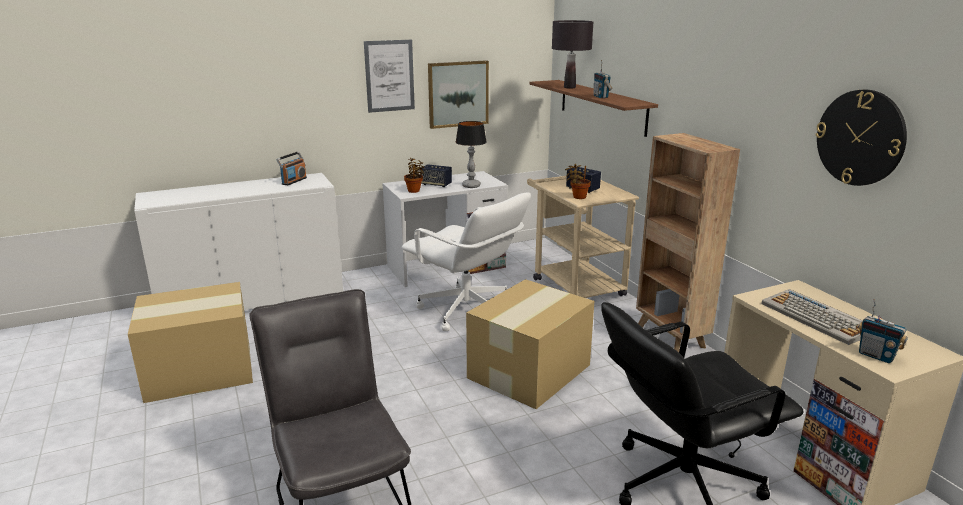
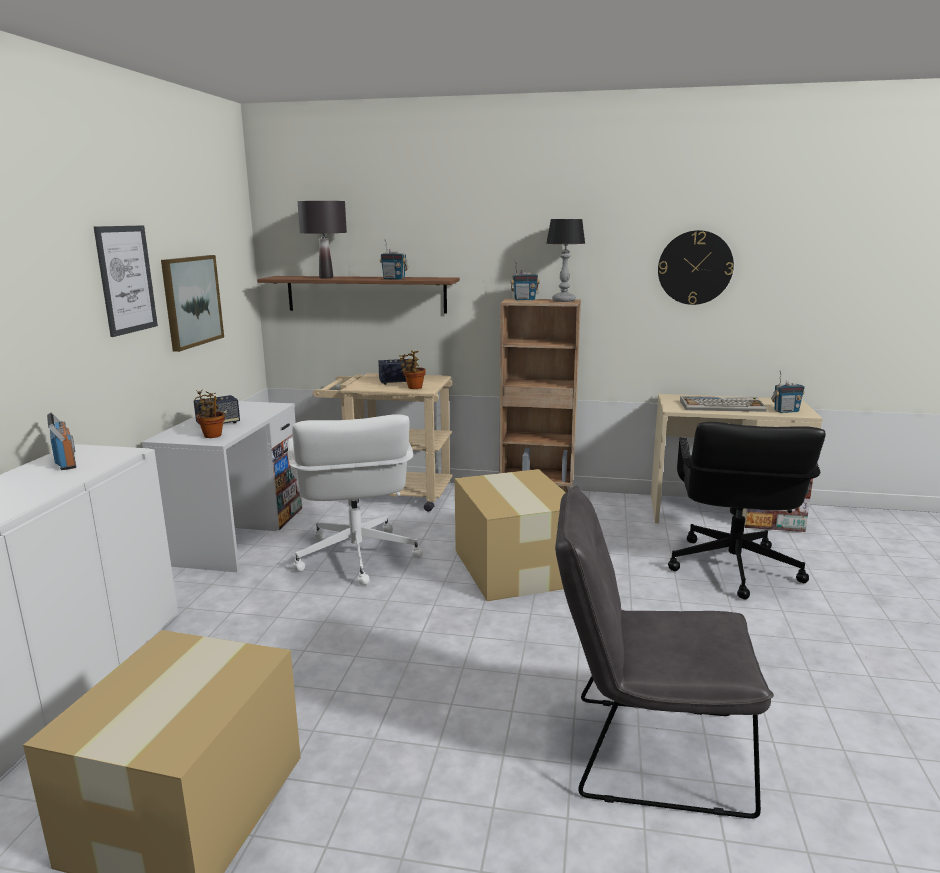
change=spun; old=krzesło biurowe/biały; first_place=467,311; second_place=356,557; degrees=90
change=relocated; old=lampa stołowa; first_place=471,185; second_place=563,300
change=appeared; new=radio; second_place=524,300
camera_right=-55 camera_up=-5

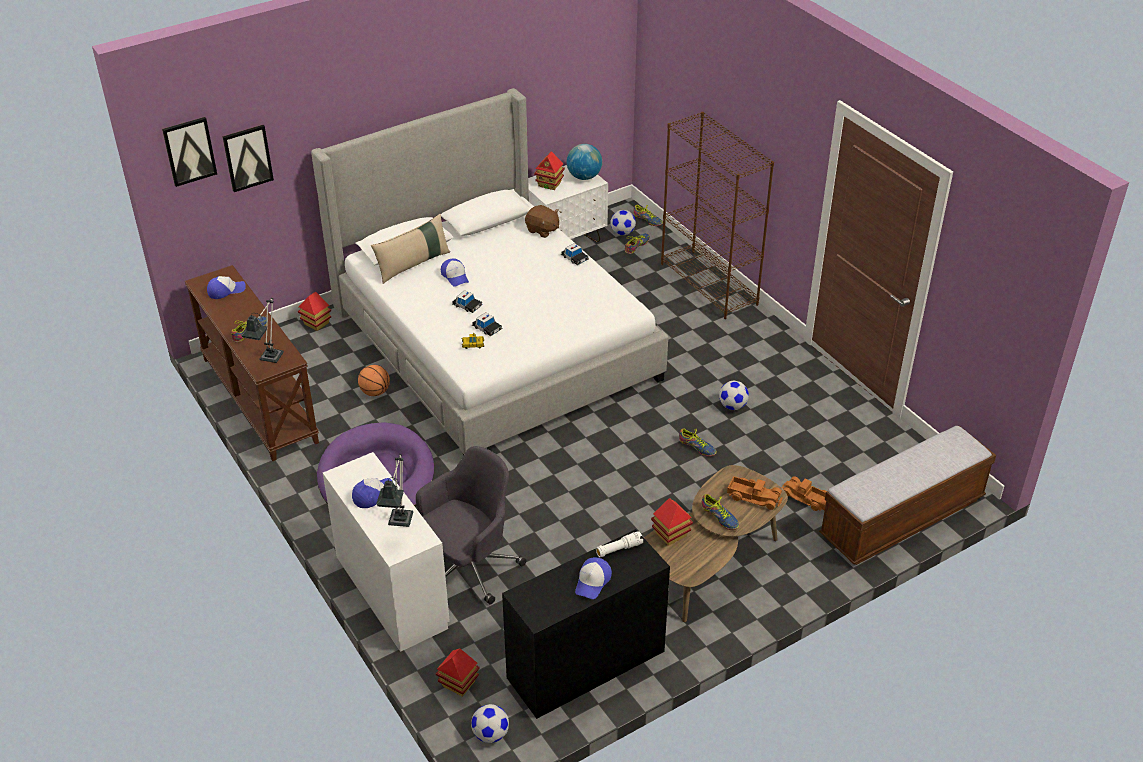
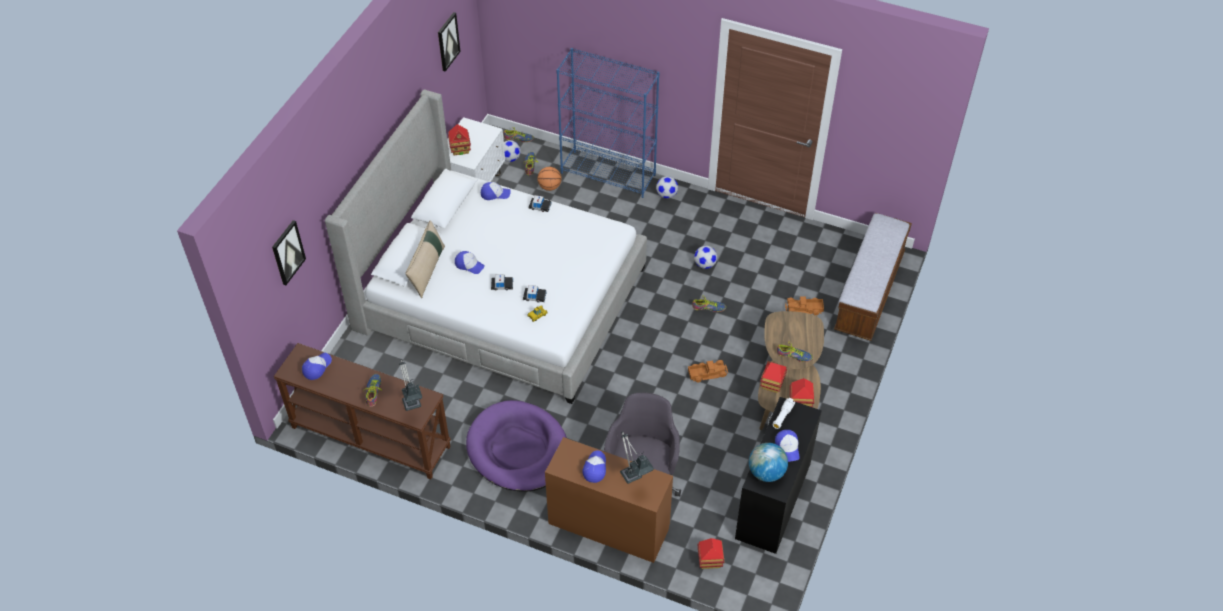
change=relocated; old=obraz; first_place=189,151; second_place=448,41
change=relocated; old=domek; first_place=316,323; second_place=800,403
change=colour; old=biurko/biały; new=biurko/brązowy; first_place=391,591; second_place=608,526
change=relocated; old=piłka do koszykówki; first_place=375,392; second_place=549,187
change=relocated; old=piłka futbolowa; first_place=490,734; second_place=666,195
change=exchanged; old=pluszak/brązowy; new=czapka z daszkiem; first_place=542,230; second_place=495,193
change=relocated; old=globus; first_place=584,177; second_place=766,472
change=colour; old=regał/brązowy; new=regał/niebieski; first_place=709,284; second_place=608,174
change=relocated; old=ciężarówka zabawkowa; first_place=754,497; second_place=707,373
camera_right=-35 camera_up=10

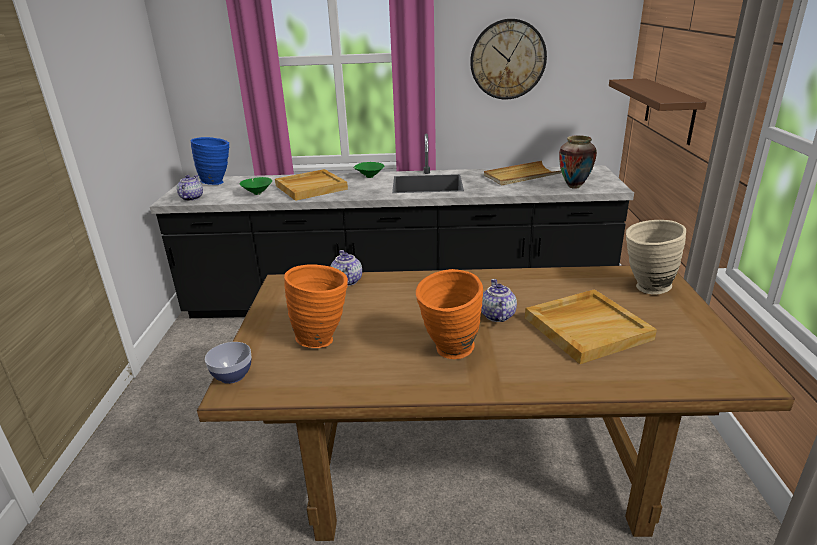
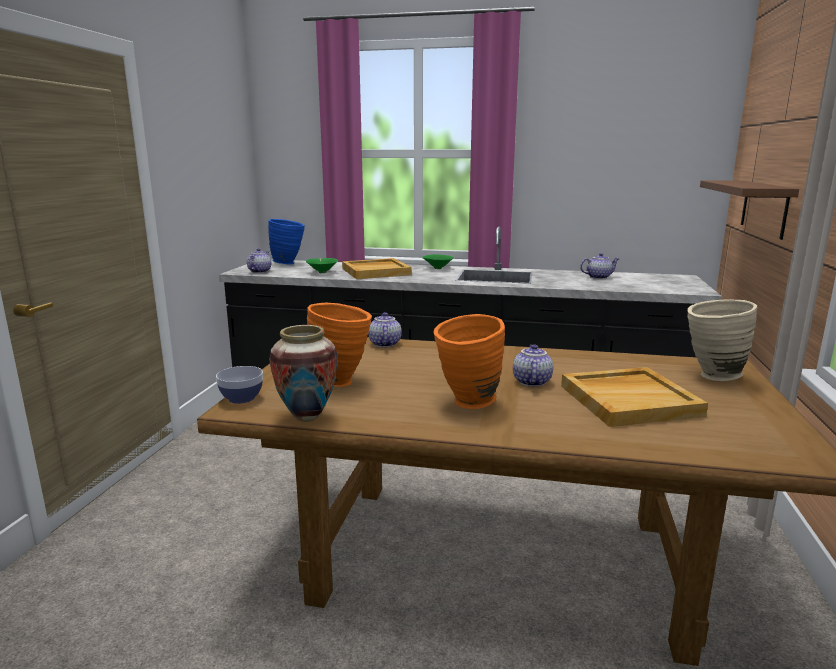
change=missing; old=zegar ścienny; first_place=508,59
change=exchanged; old=taca/beżowy; new=imbryk; first_place=521,176; second_place=598,277
change=relocated; old=wazon; first_place=574,186; second_place=306,417
camera_right=10 camera_up=-10

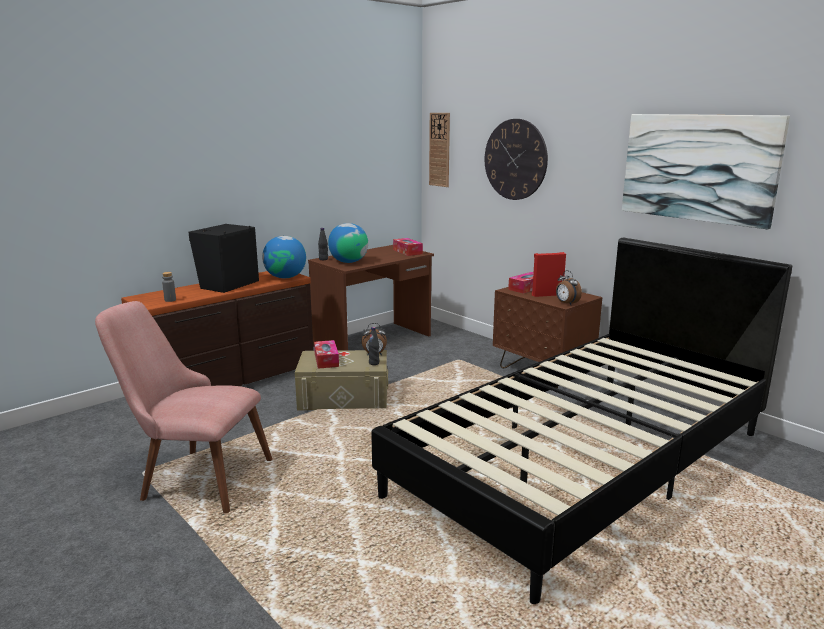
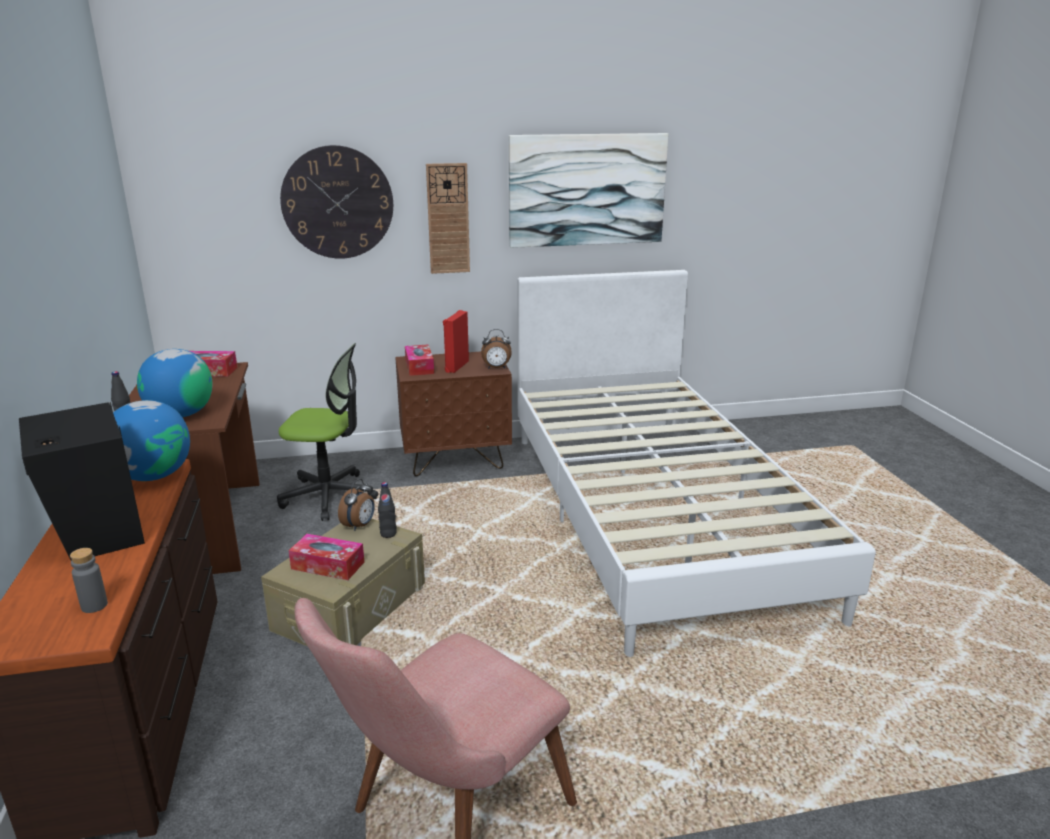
change=colour; old=łóżko/czarny; new=łóżko/biały; first_place=584,462; second_place=653,514
change=relocated; old=zegar ścienny; first_place=440,149; second_place=448,219
change=appeared; new=krzesło biurowe; second_place=329,496
camera_right=-60 camera_up=5

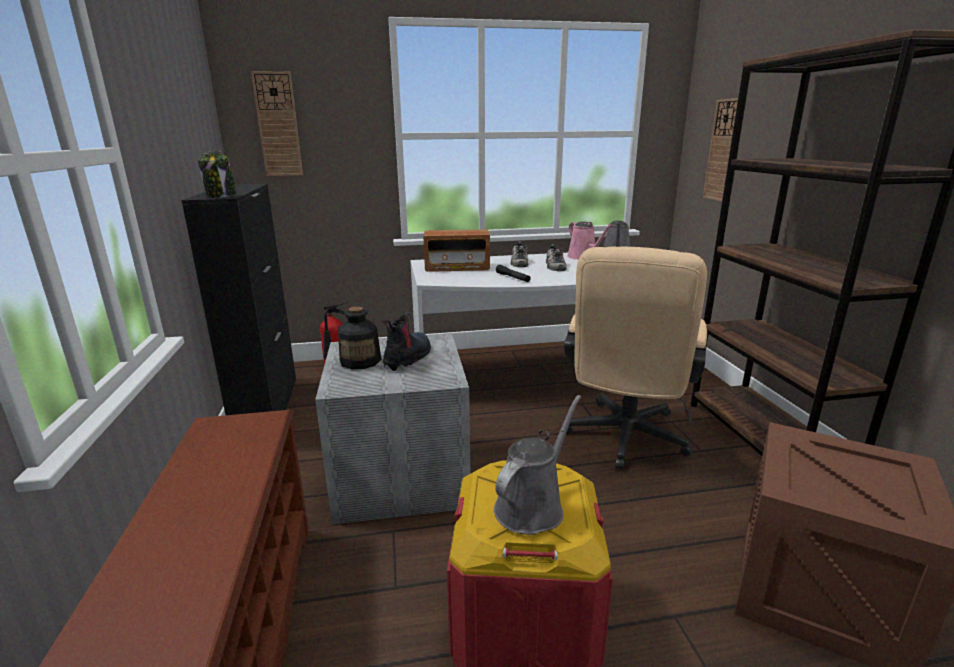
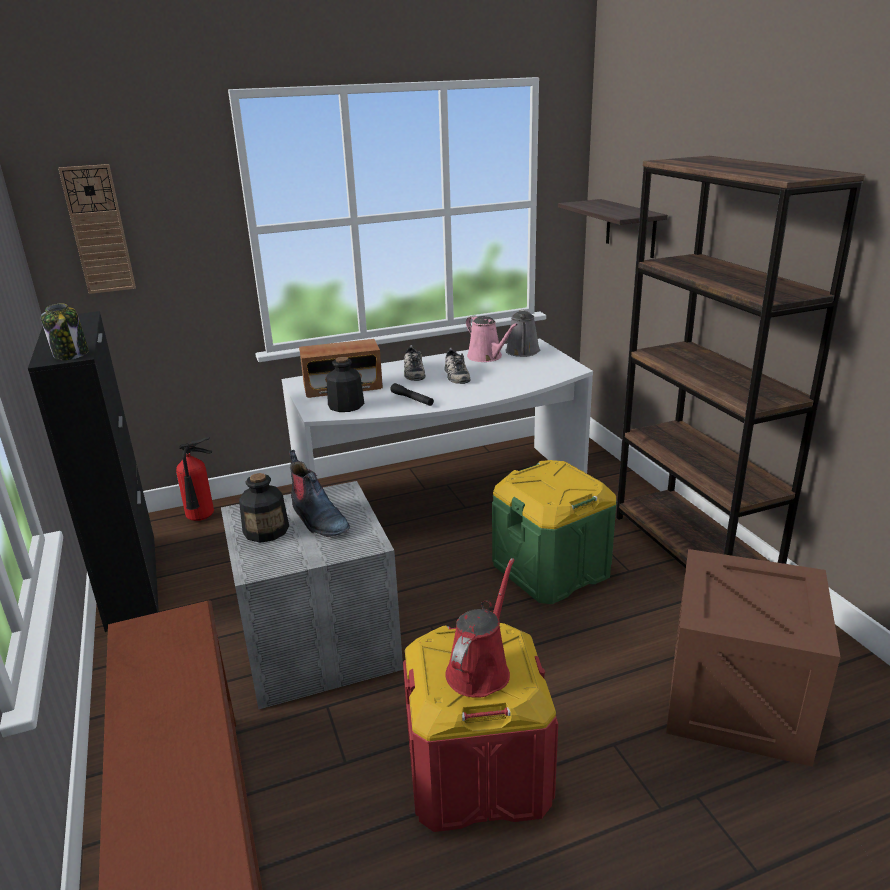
change=spun; old=but z cholewką; first_place=408,357; second_place=318,519; degrees=135
change=colour; old=konewka/szary; new=konewka/czerwony; first_place=532,506; second_place=480,669
change=exchanged; old=krzesło biurowe/beżowy; new=pojemnik do przechowywania/zielony; first_place=624,440; second_place=551,569
change=exchanged; old=zegar ścienny; new=półka; first_place=722,150; second_place=630,228
change=appeared; new=butelka; second_place=345,405
camera_right=-10 camera_up=5

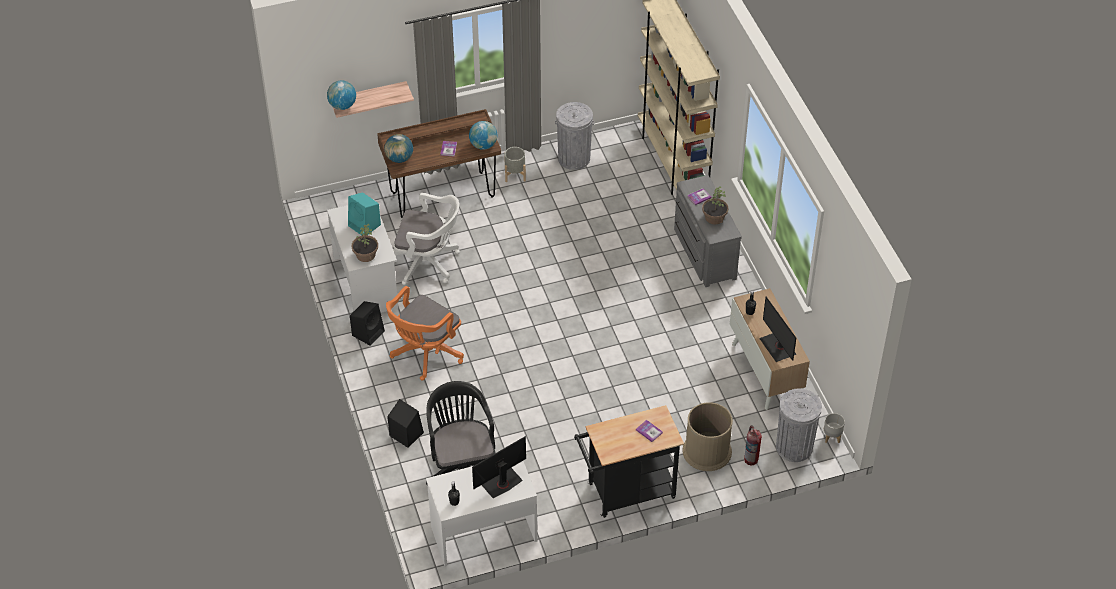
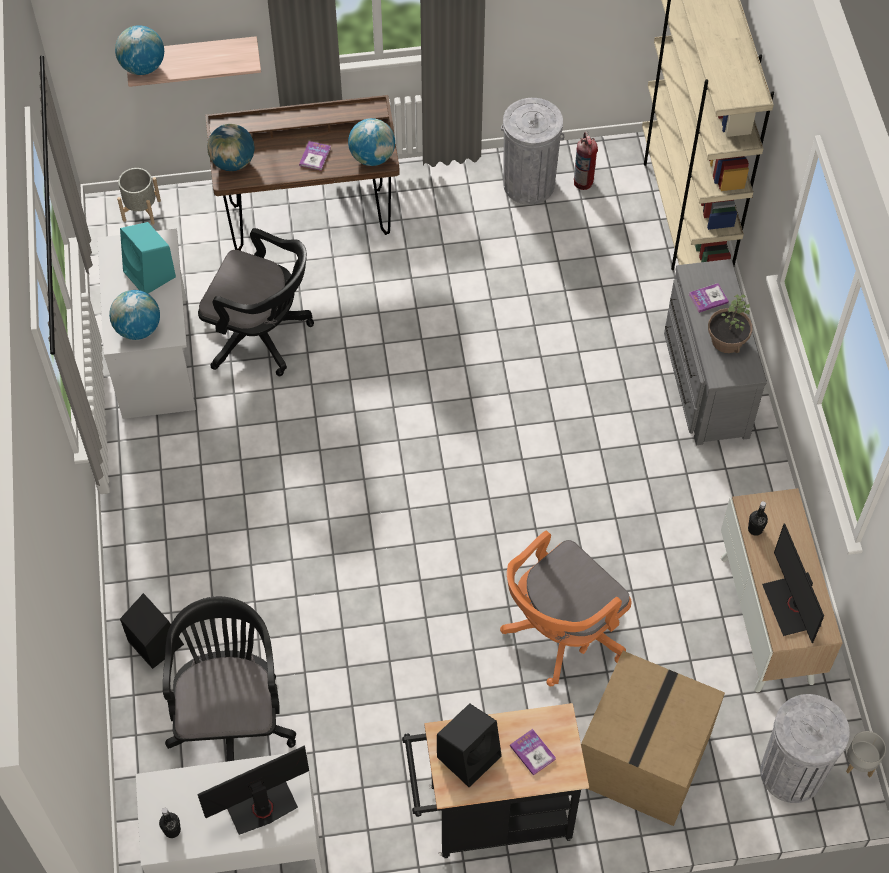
change=relocated; old=głośnik/czarny; first_place=368,332; second_place=470,755
change=exchanged; old=roślina doniczkowa; new=globus; first_place=365,255; second_place=138,329
change=relocated; old=krzesło biurowe/pomarańczowy; first_place=425,354; second_place=560,633
change=colour; old=krzesło biurowe/biały; new=krzesło biurowe/czarny; first_place=428,263; second_place=261,336
change=relocated; old=donica/szary; first_place=515,174; second_place=141,210
change=exchanged; old=kosz na śmieci/brązowy; new=karton; first_place=707,451; second_place=642,756
change=relocated; old=gaśnica; first_place=751,459; second_place=583,182
camera_right=10 camera_up=10

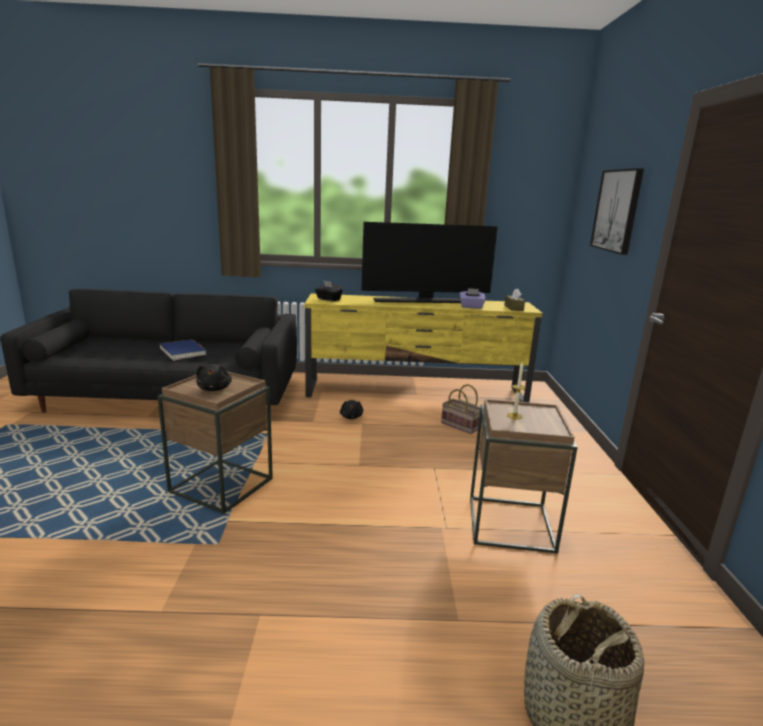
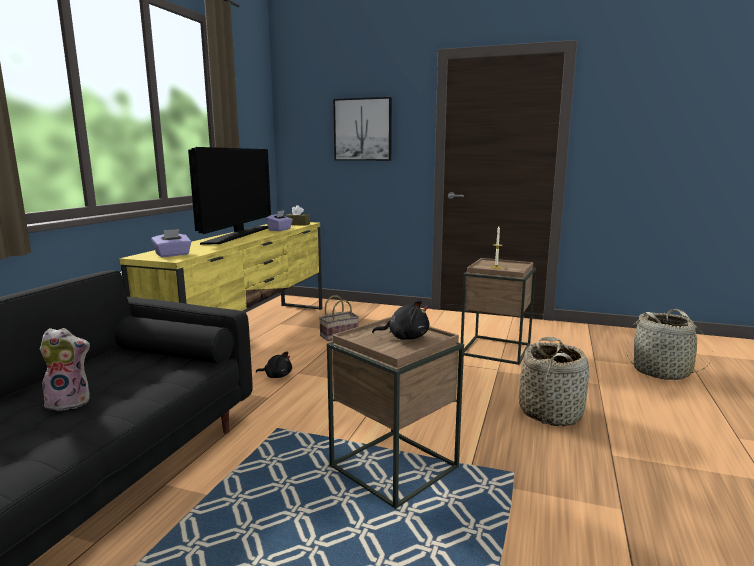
change=exchanged; old=książka/niebieski; new=pluszak; first_place=183,352; second_place=70,402
change=colour; old=pudełko chusteczek/czarny; new=pudełko chusteczek/fioletowy; first_place=328,299; second_place=173,255
change=appeared; new=koszyk; second_place=550,412
camera_right=-70 camera_up=-5

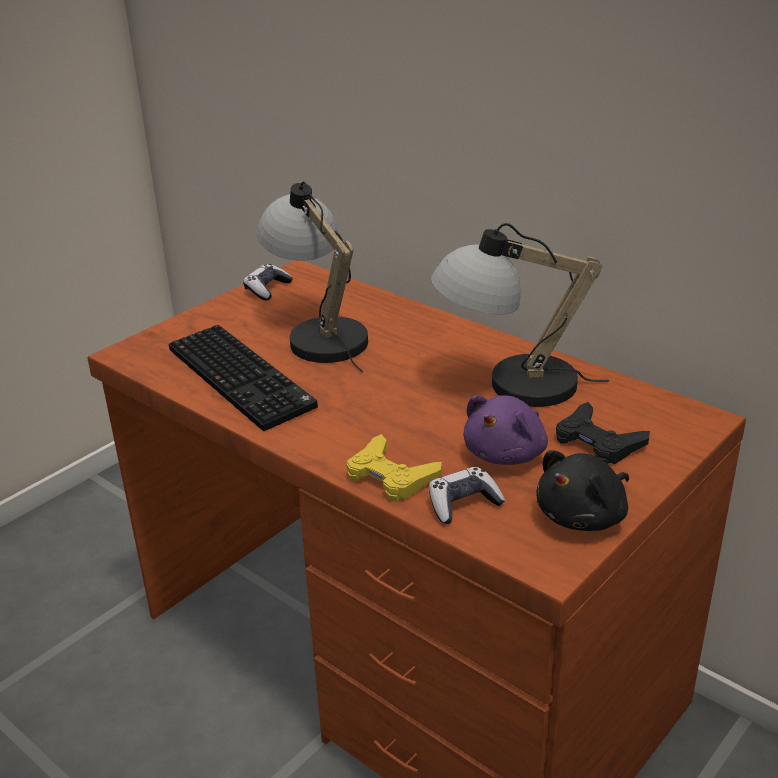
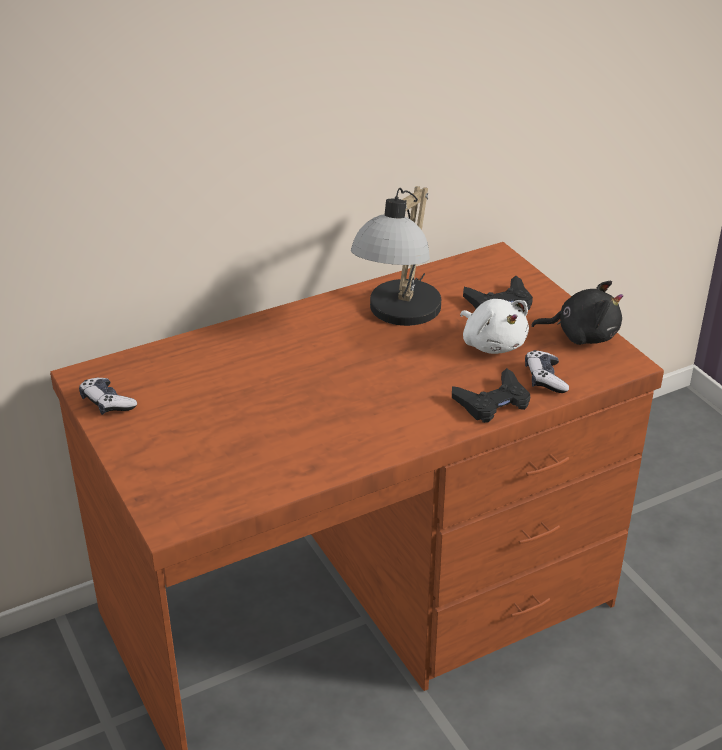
change=missing; old=klawiatura; first_place=243,377
change=missing; old=lampa stołowa; first_place=318,334
change=colour; old=pad do gier/żółty; new=pad do gier/czarny; first_place=390,476; second_place=493,402
change=colour; old=pluszak/fioletowy; new=pluszak/biały; first_place=507,453; second_place=492,343
change=spun; old=pluszak/czarny; first_place=584,516; second_place=582,335; degrees=-60
camera_right=-70 camera_up=5

